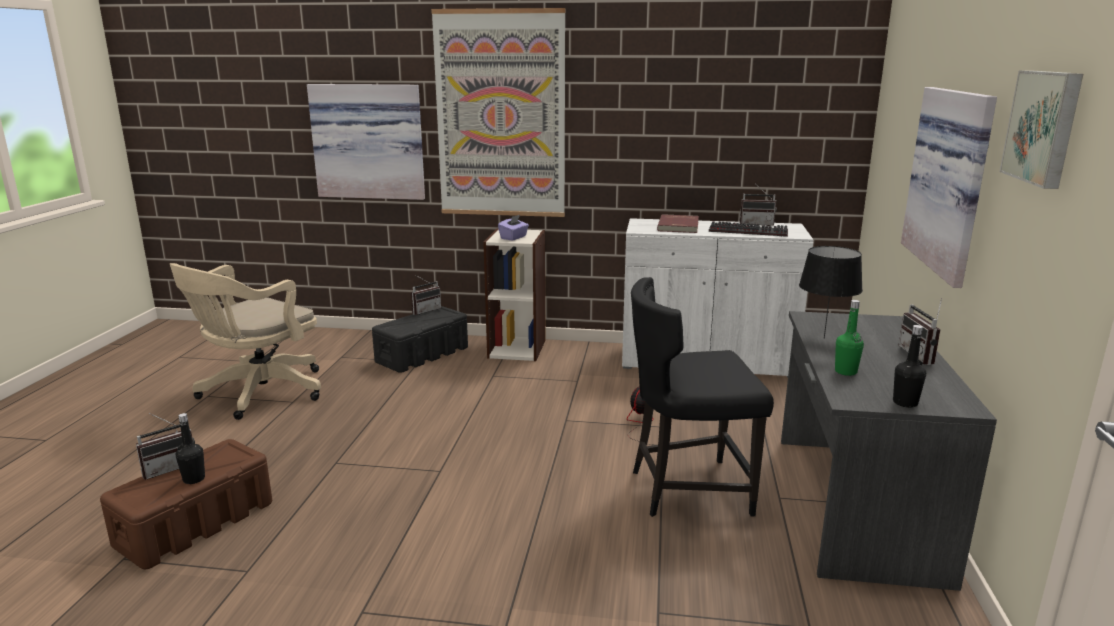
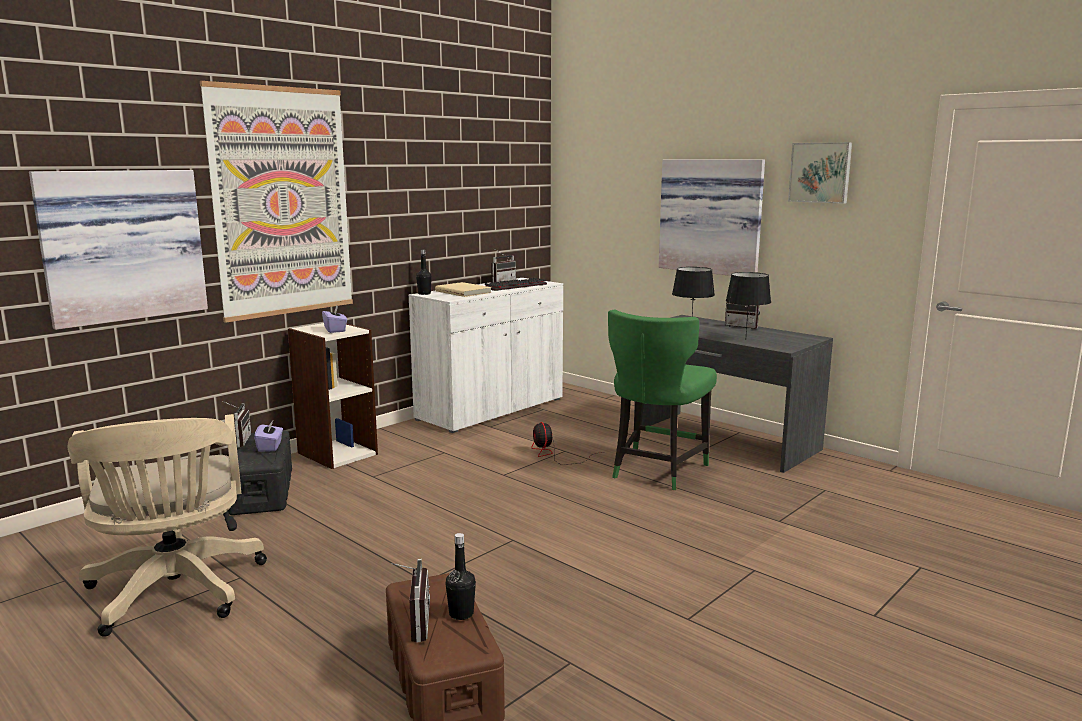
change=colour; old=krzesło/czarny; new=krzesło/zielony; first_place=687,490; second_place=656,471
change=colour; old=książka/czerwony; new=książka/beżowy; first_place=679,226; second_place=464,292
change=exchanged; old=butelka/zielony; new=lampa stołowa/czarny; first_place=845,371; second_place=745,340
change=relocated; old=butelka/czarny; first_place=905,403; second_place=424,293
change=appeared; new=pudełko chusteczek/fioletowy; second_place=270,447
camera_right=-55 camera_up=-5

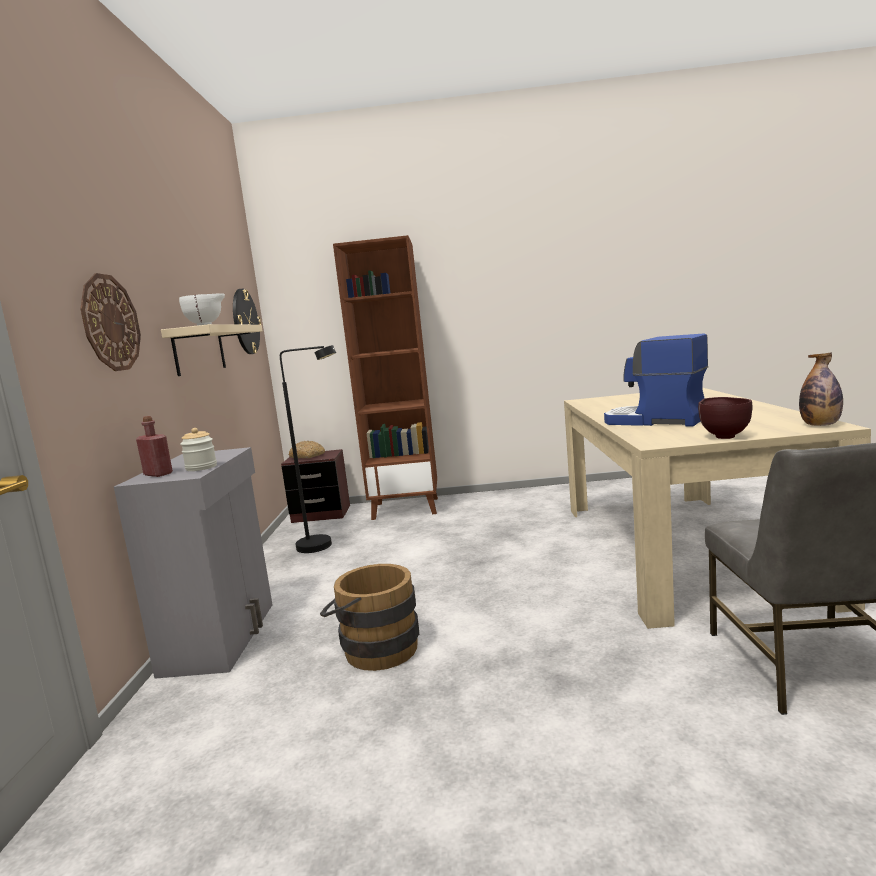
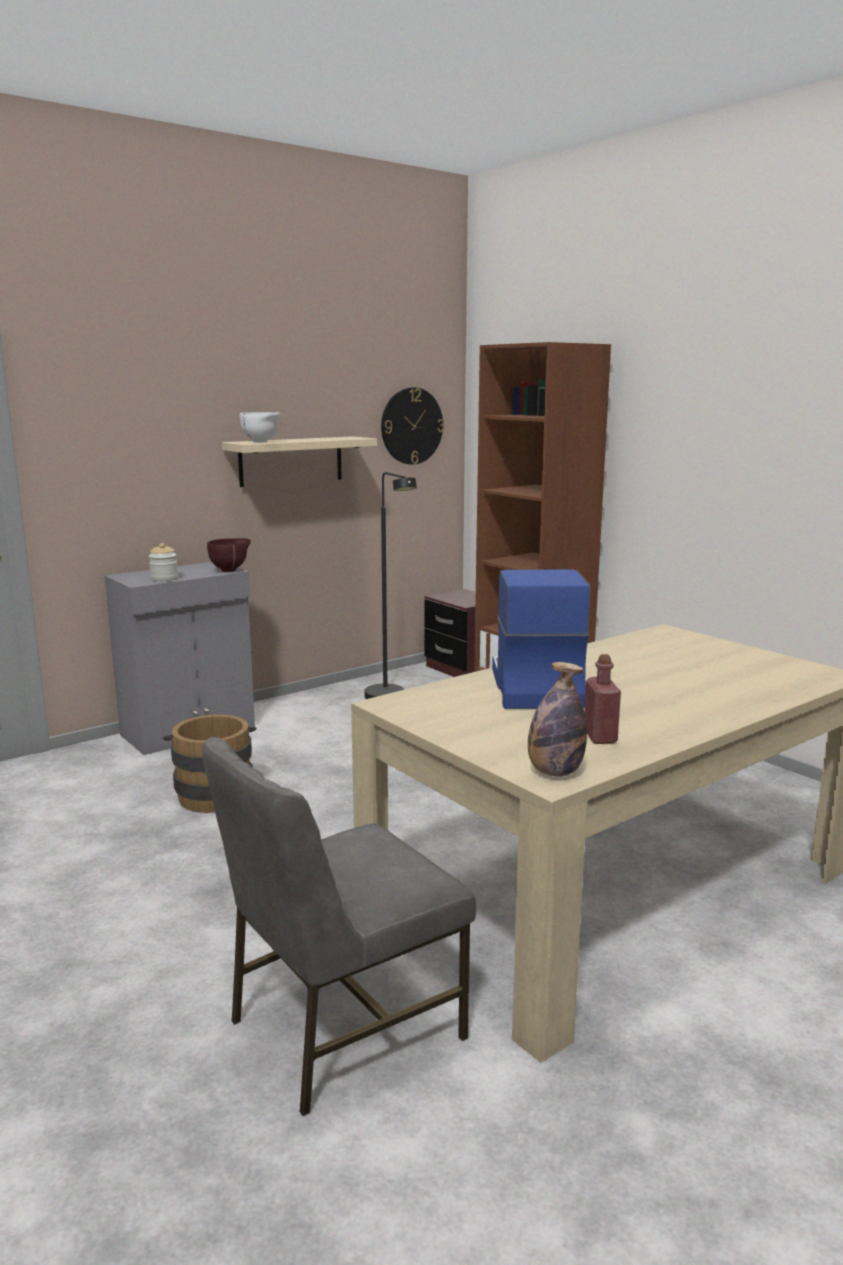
change=missing; old=zegar ścienny; first_place=110,323
change=relocated; old=butelka/czerwony; first_place=158,474; second_place=600,737
change=missing; old=chleb; first_place=307,456
change=relocated; old=miska/brązowy; first_place=724,436; second_place=231,570
camera_right=50 camera_up=5

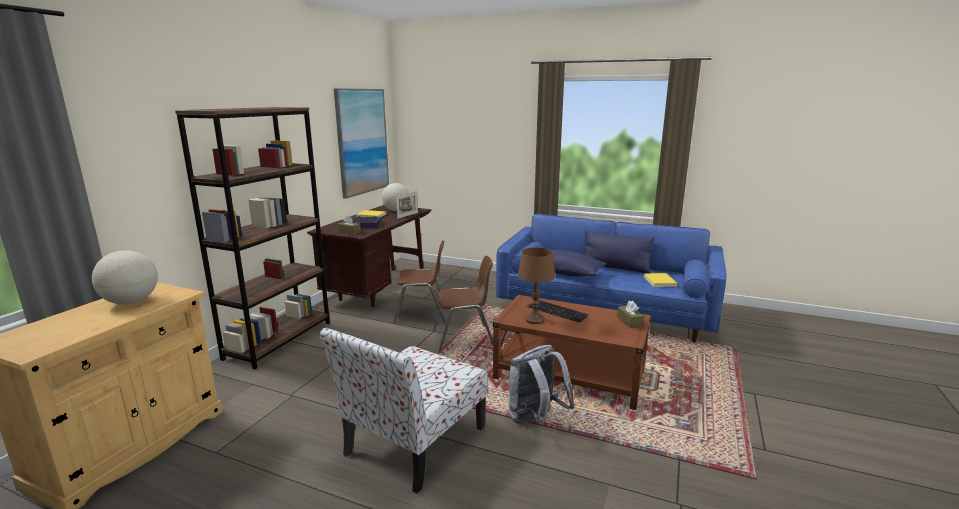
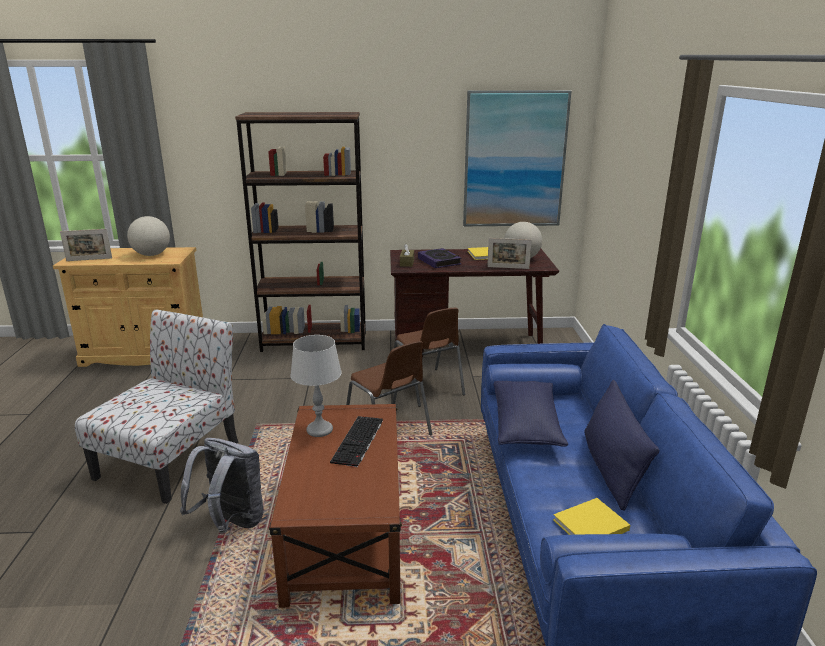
change=spun; old=krzesło; first_place=413,442; second_place=171,458; degrees=105
change=colour; old=lampa stołowa/brązowy; new=lampa stołowa/szary; first_place=535,320; second_place=319,430
change=missing; old=pudełko chusteczek/brązowy; first_place=629,321
change=appeared; new=ramka na zdjęcie; second_place=89,259
camera_right=65 camera_up=5

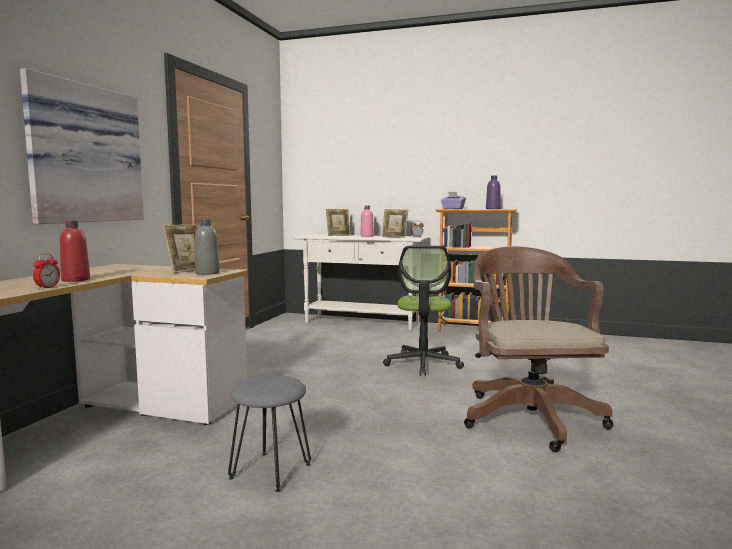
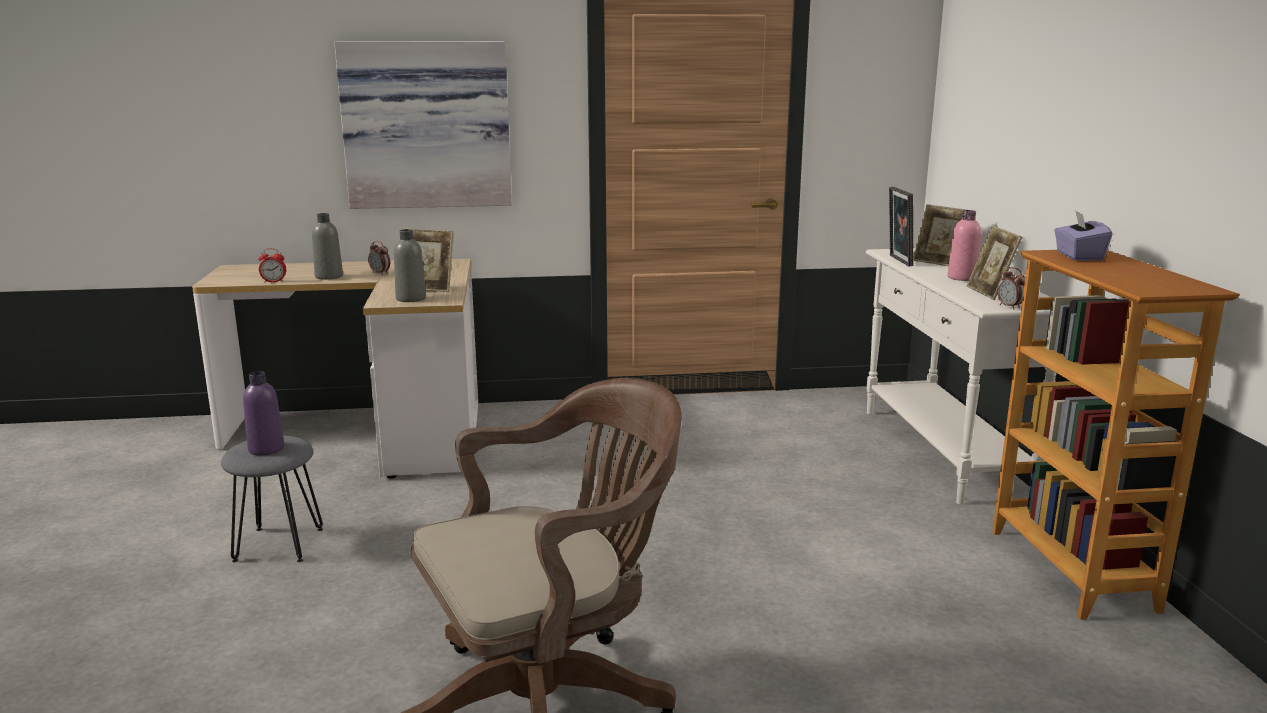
change=colour; old=butelka/czerwony; new=butelka/szary; first_place=76,280; second_place=329,276
change=missing; old=krzesło biurowe; first_place=423,364
change=relocated; old=butelka/fioletowy; first_place=493,209; second_place=266,449
change=appeared; new=budzik; second_place=380,273
change=appeared; new=ramka na zdjęcie; second_place=897,261
camera_right=65 camera_up=10

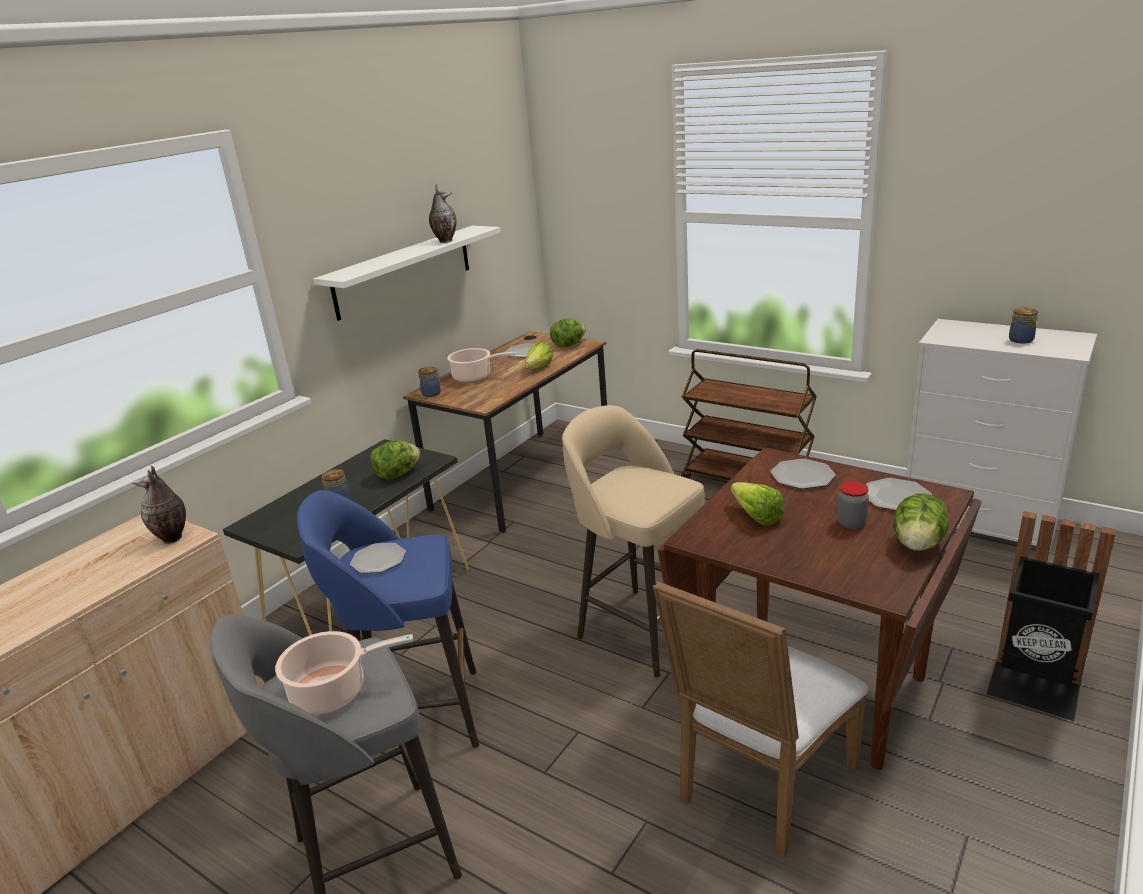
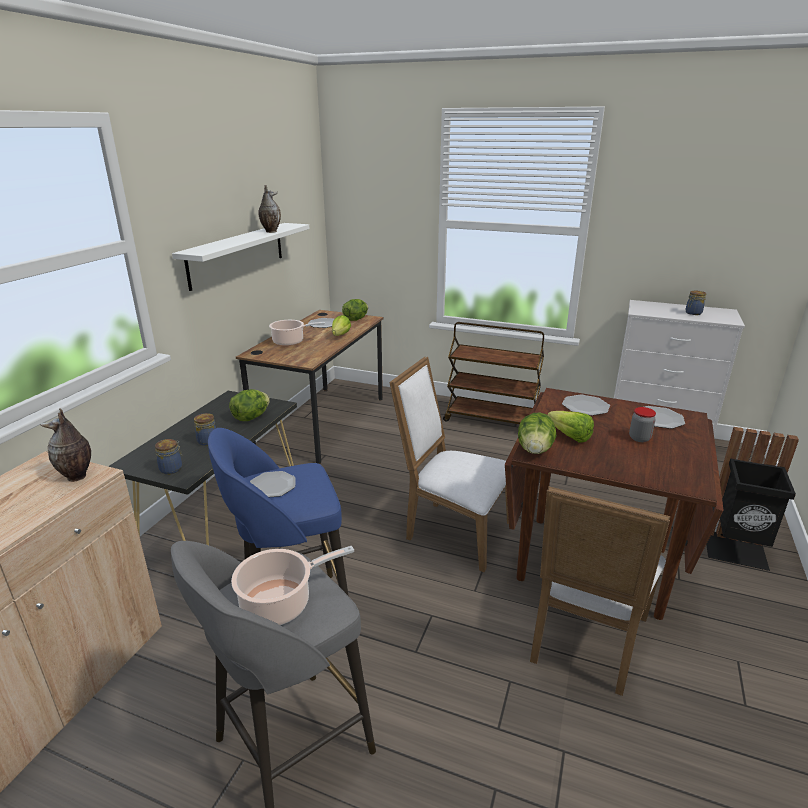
change=relocated; old=słoik; first_place=432,393; second_place=172,469
change=exchanged; old=stołek/beżowy; new=krzesło/biały; first_place=642,629; second_place=453,530
change=relocated; old=sałata; first_place=918,544; second_place=535,450
camera_right=-15 camera_up=0

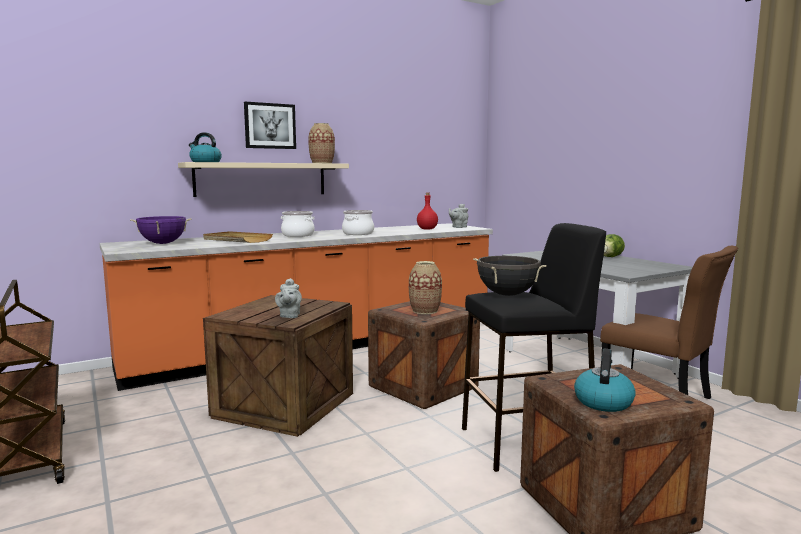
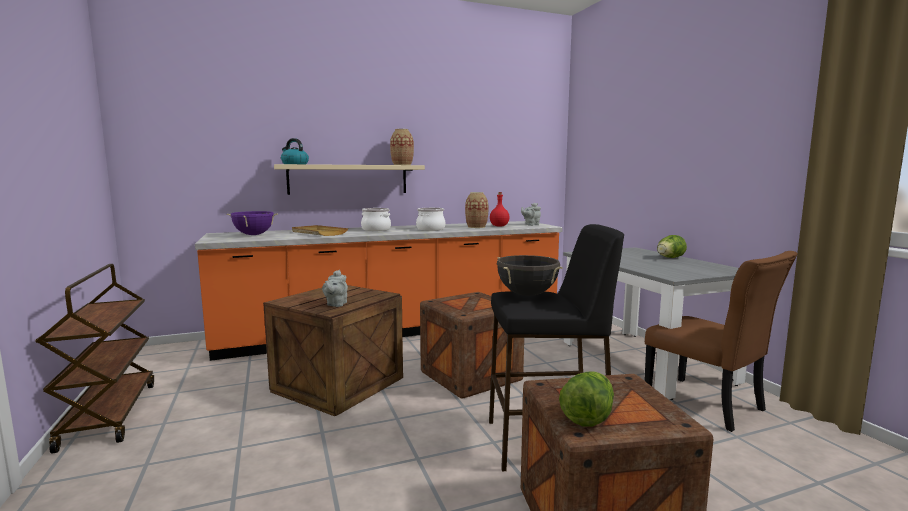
change=missing; old=obraz; first_place=270,126
change=relocated; old=wazon; first_place=425,311; second_place=476,227
change=exchanged; old=czajnik; new=sałata; first_place=603,401; second_place=588,417
camera_right=10 camera_up=0

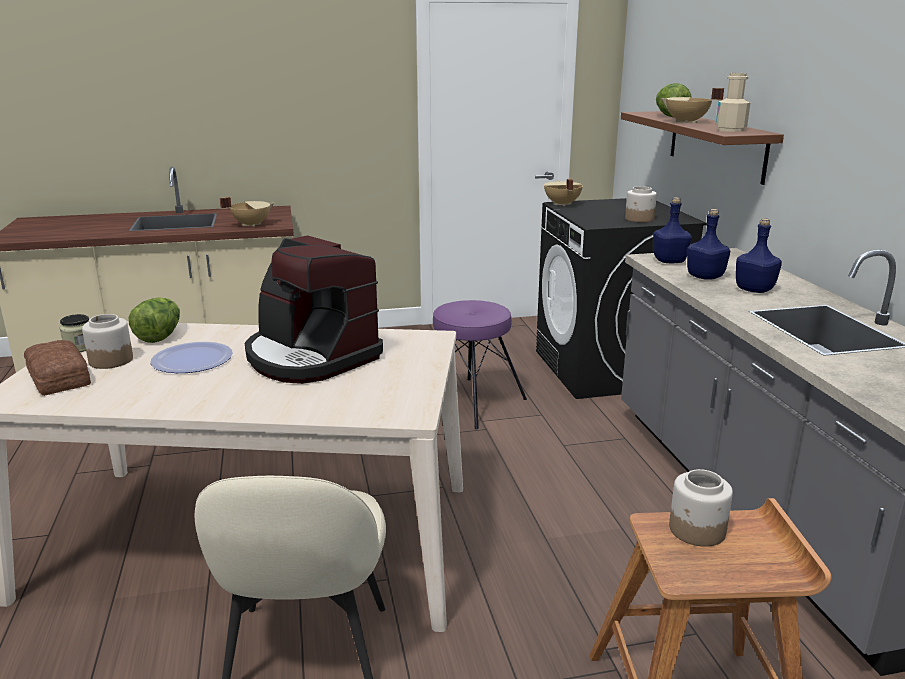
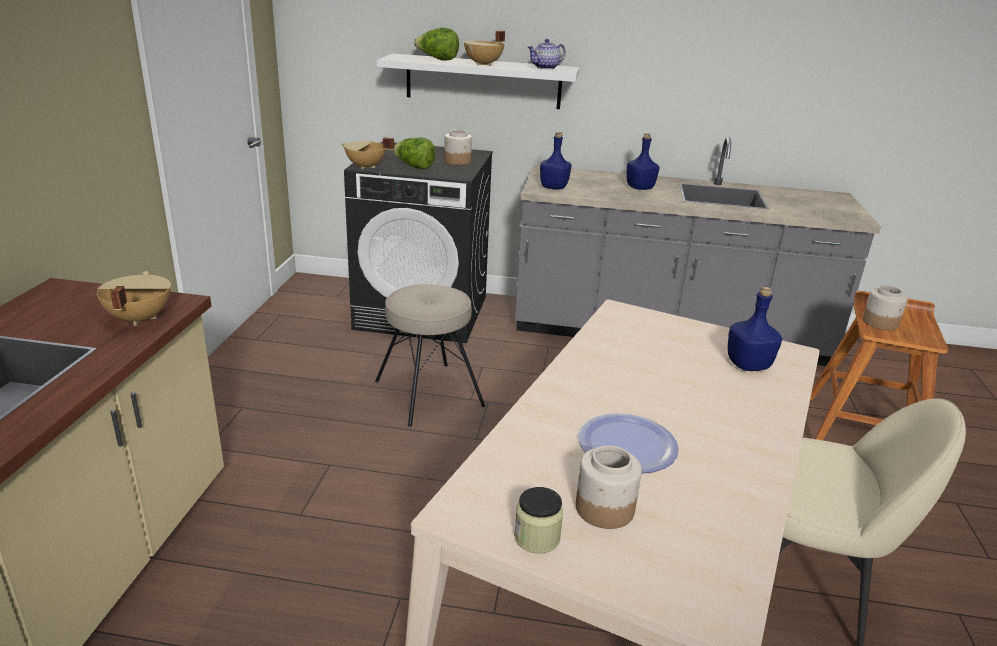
change=missing; old=chleb; first_place=57,378
change=relocated; old=sałata; first_place=160,336; second_place=414,167
change=missing; old=ekspres do kawy; first_place=310,357
change=colour; old=stołek/fioletowy; new=stołek/beżowy; first_place=471,402; second_place=428,394
change=colour; old=półka/brązowy; new=półka/biały; first_place=716,145; second_place=483,81
change=relocated; old=butelka/niebieski; first_place=704,277; second_place=748,365
change=exchanged; old=butelka/beżowy; new=imbryk; first_place=730,130; second_place=545,68
camera_right=-70 camera_up=5

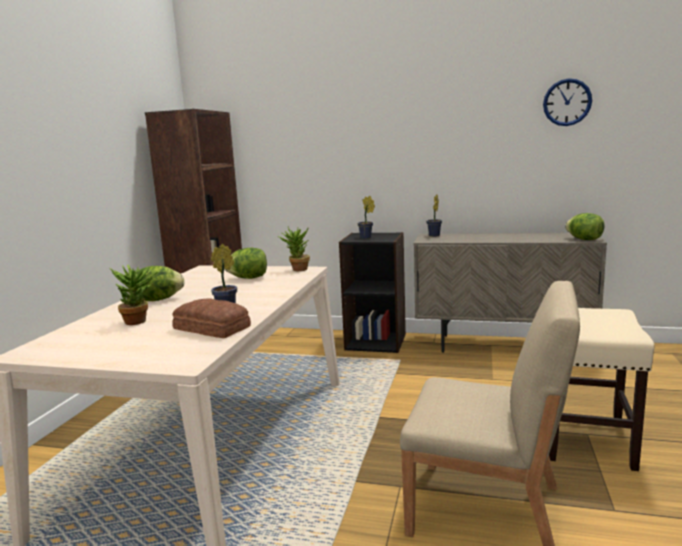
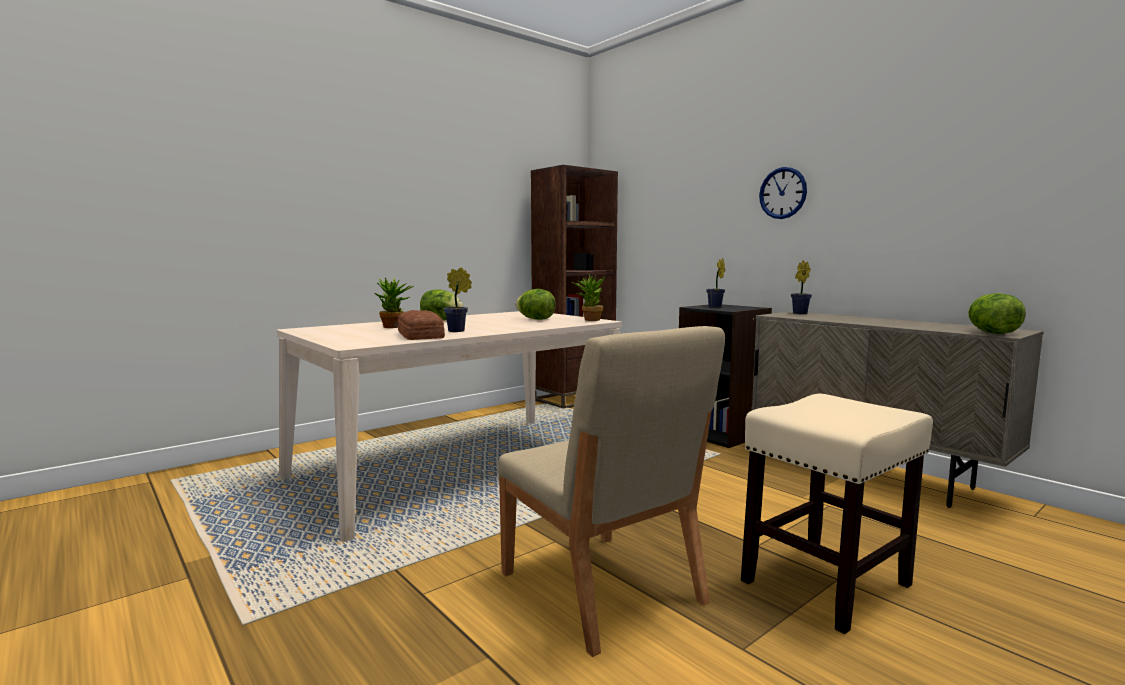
change=relocated; old=zegar ścienny; first_place=567,102; second_place=782,193
camera_right=35 camera_up=-5

